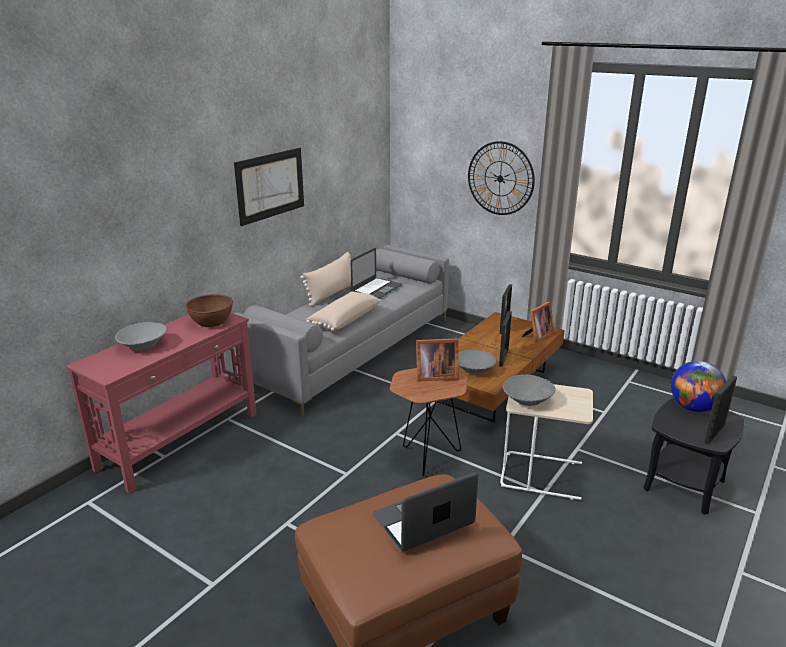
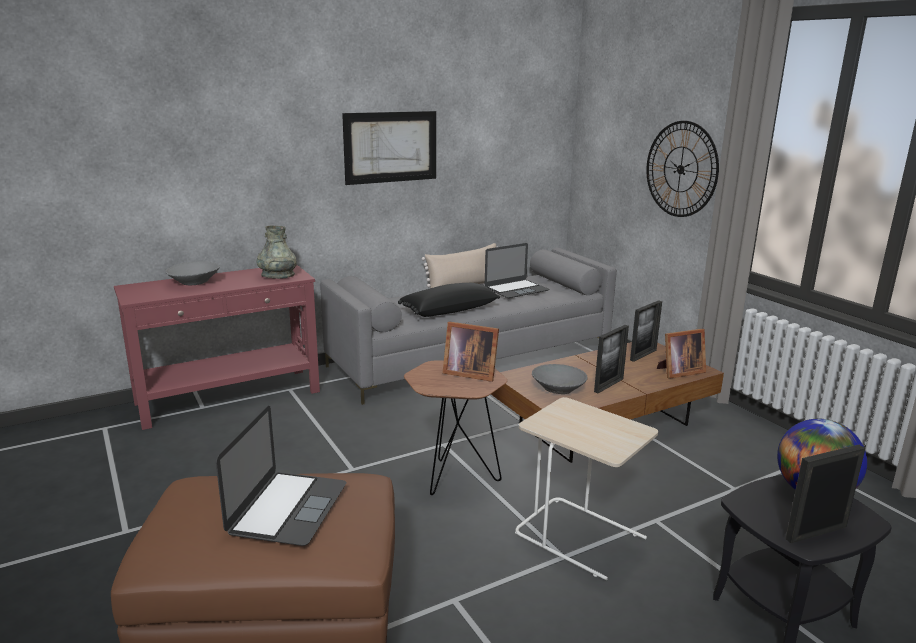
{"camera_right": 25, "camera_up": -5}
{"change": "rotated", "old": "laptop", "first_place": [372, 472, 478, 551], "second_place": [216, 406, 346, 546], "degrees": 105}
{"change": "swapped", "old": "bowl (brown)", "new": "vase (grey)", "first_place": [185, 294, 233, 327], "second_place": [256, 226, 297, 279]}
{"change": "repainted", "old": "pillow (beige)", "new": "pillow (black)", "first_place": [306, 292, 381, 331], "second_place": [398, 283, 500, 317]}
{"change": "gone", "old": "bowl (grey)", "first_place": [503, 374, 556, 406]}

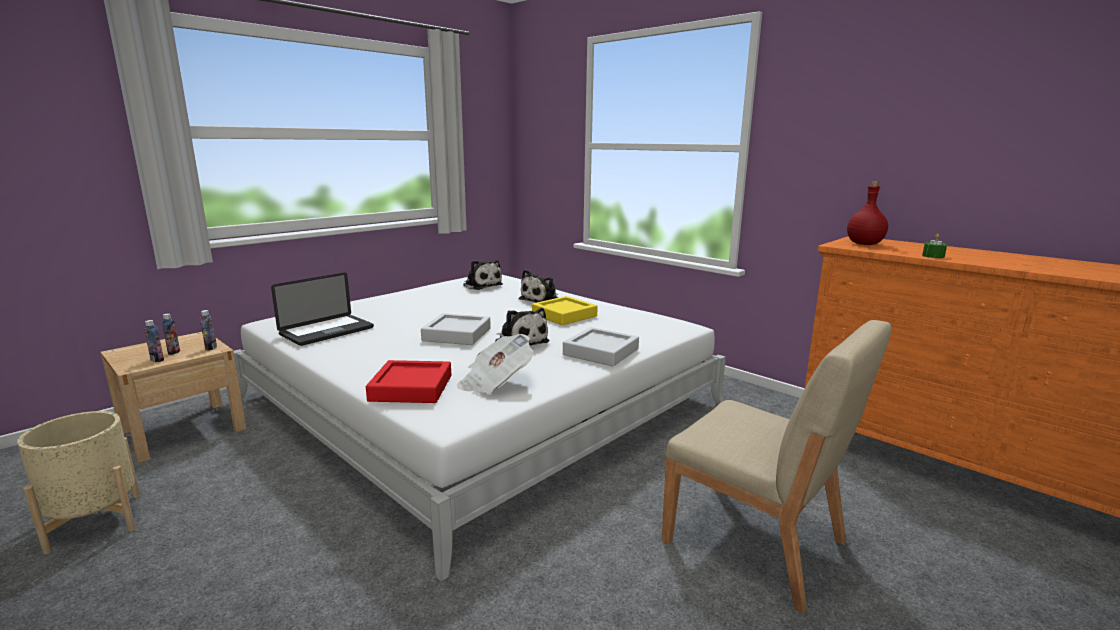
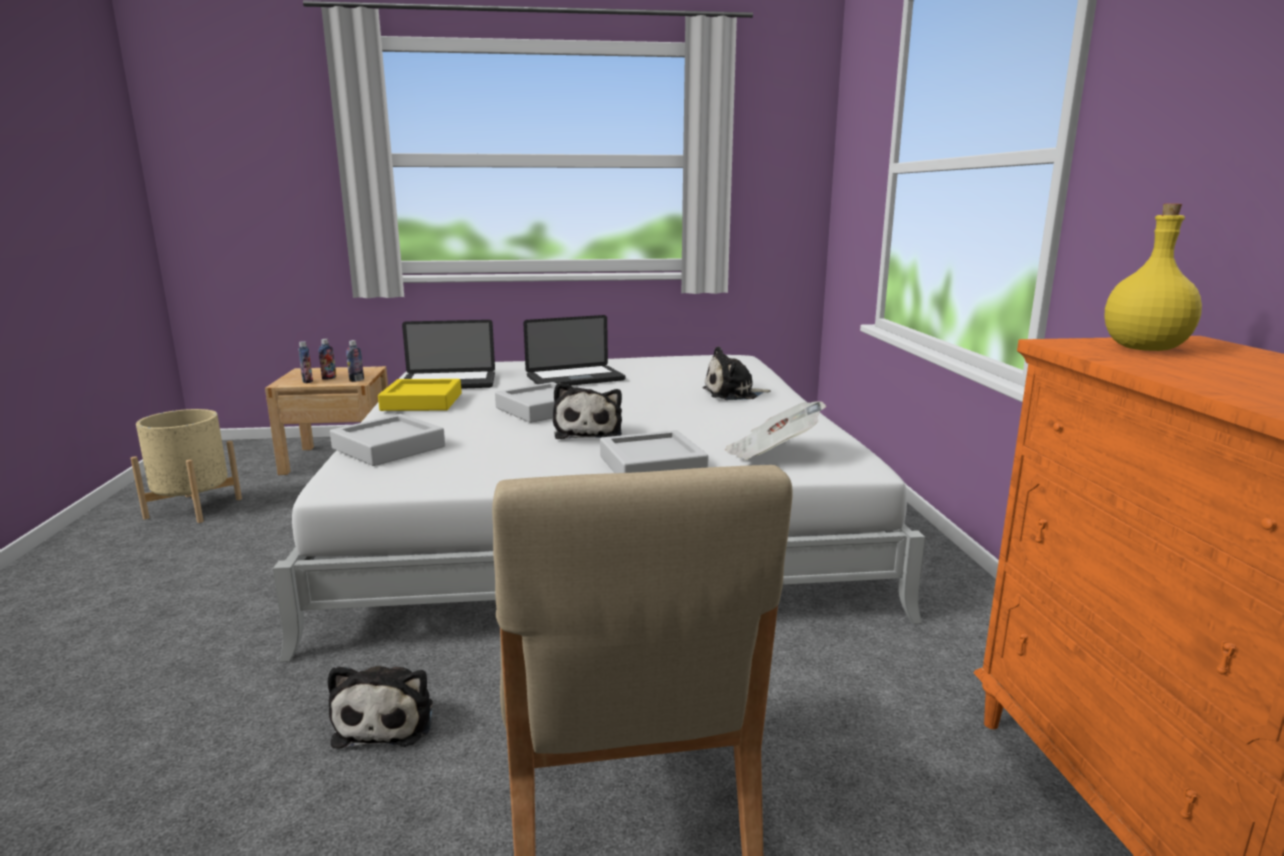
{"camera_right": 40, "camera_up": 0}
{"change": "shifted", "old": "plush toy", "first_place": [463, 260, 503, 290], "second_place": [327, 666, 433, 748]}
{"change": "repainted", "old": "tray (red)", "new": "tray (grey)", "first_place": [366, 360, 451, 403], "second_place": [330, 414, 445, 466]}
{"change": "shifted", "old": "tray (yellow)", "first_place": [532, 296, 598, 325], "second_place": [378, 379, 462, 411]}
{"change": "new", "new": "laptop", "second_place": [523, 315, 625, 385]}
{"change": "shifted", "old": "newspaper", "first_place": [457, 334, 534, 394], "second_place": [725, 401, 826, 460]}
{"change": "repainted", "old": "bottle (red)", "new": "bottle (yellow)", "first_place": [847, 181, 888, 245], "second_place": [1104, 204, 1202, 351]}
{"change": "gone", "old": "candle (green)", "first_place": [922, 234, 947, 258]}

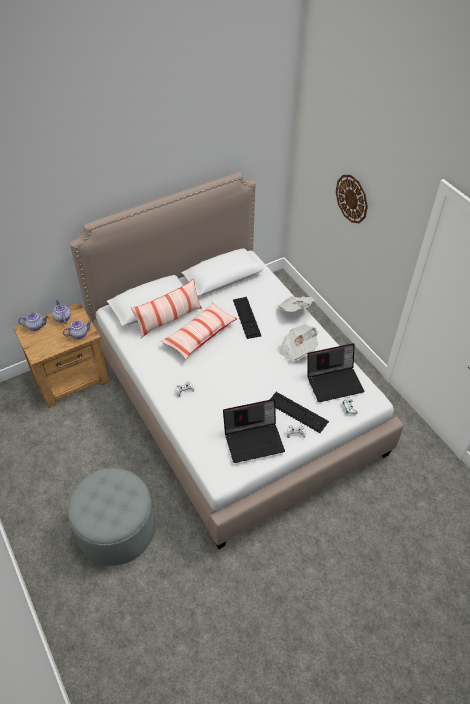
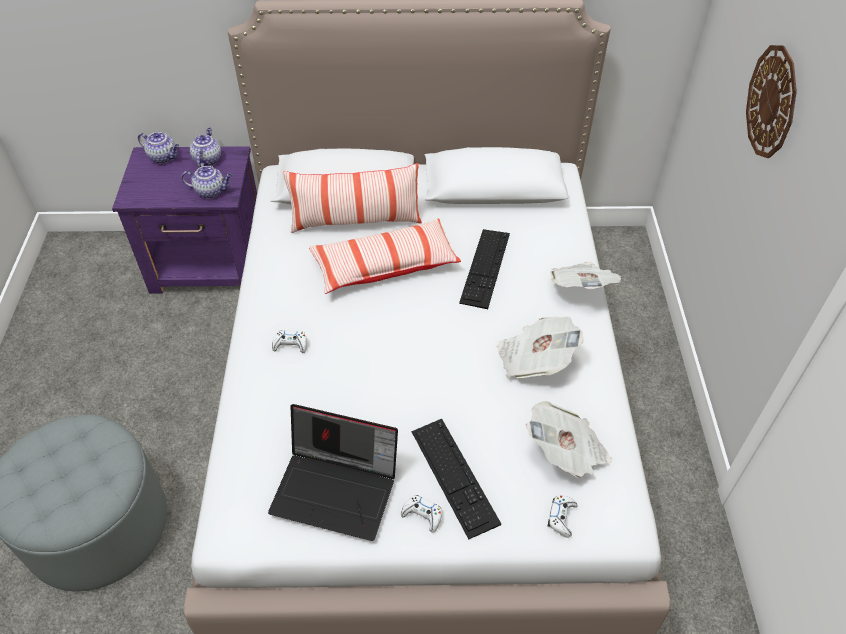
{"camera_right": 30, "camera_up": 0}
{"change": "repainted", "old": "nightstand (brown)", "new": "nightstand (purple)", "first_place": [13, 302, 109, 408], "second_place": [112, 146, 257, 294]}
{"change": "swapped", "old": "laptop", "new": "newspaper", "first_place": [308, 343, 365, 402], "second_place": [526, 401, 612, 478]}

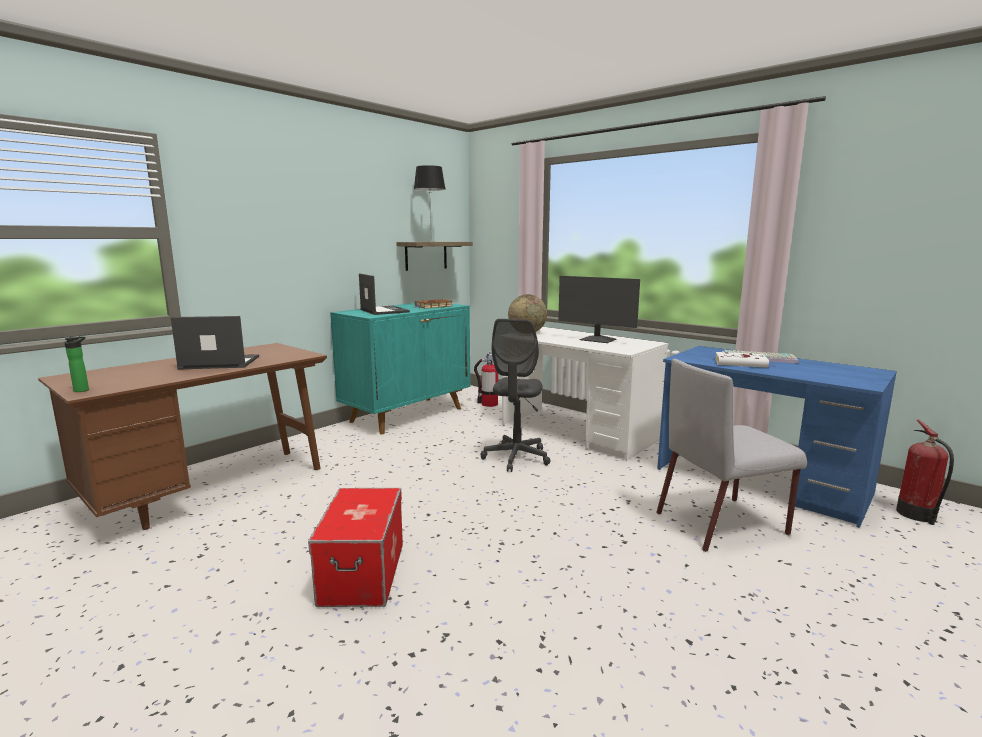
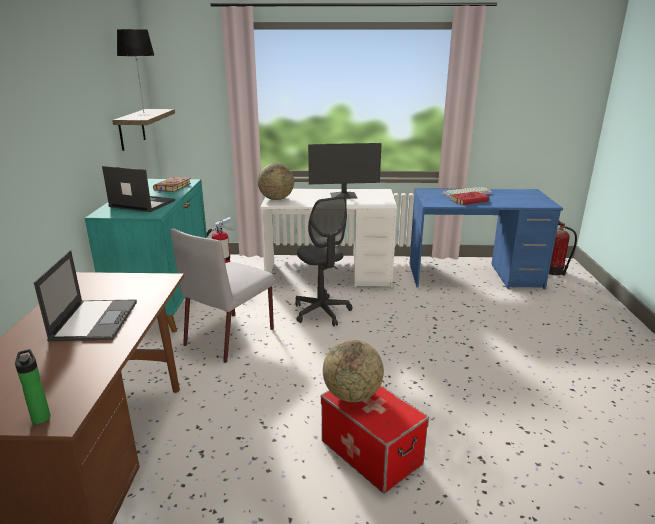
{"camera_right": -40, "camera_up": 10}
{"change": "rotated", "old": "laptop", "first_place": [171, 316, 259, 370], "second_place": [34, 250, 137, 341], "degrees": 135}
{"change": "shifted", "old": "chair (grey)", "first_place": [656, 359, 807, 552], "second_place": [171, 228, 275, 363]}
{"change": "new", "new": "globe", "second_place": [323, 340, 384, 402]}
{"change": "repainted", "old": "book (white)", "new": "book (red)", "first_place": [715, 352, 773, 368], "second_place": [450, 191, 489, 205]}

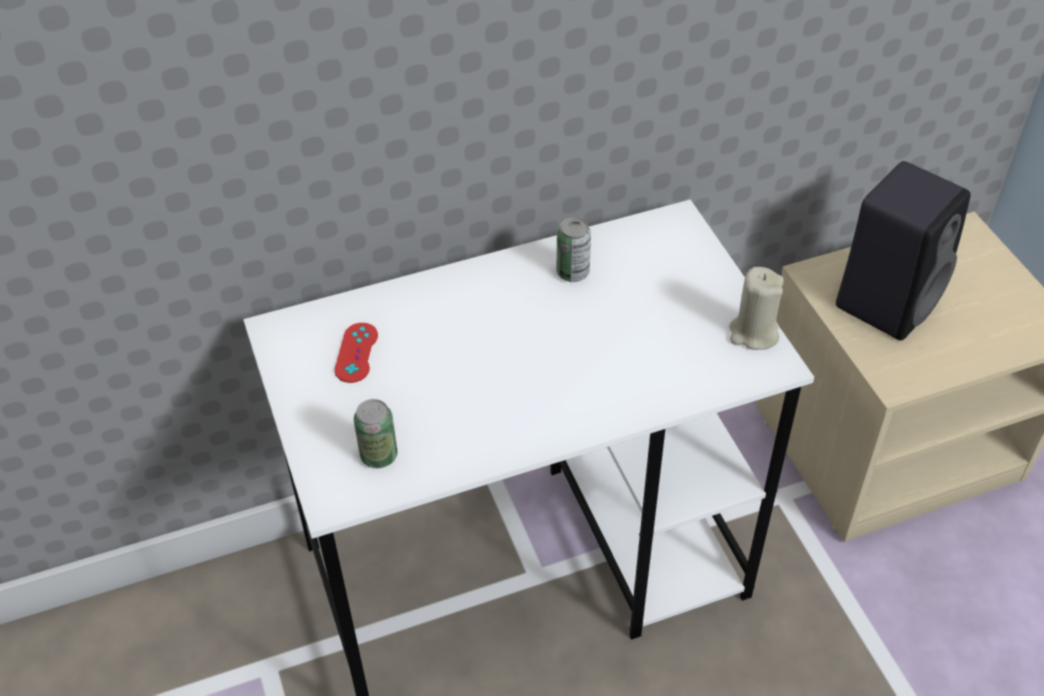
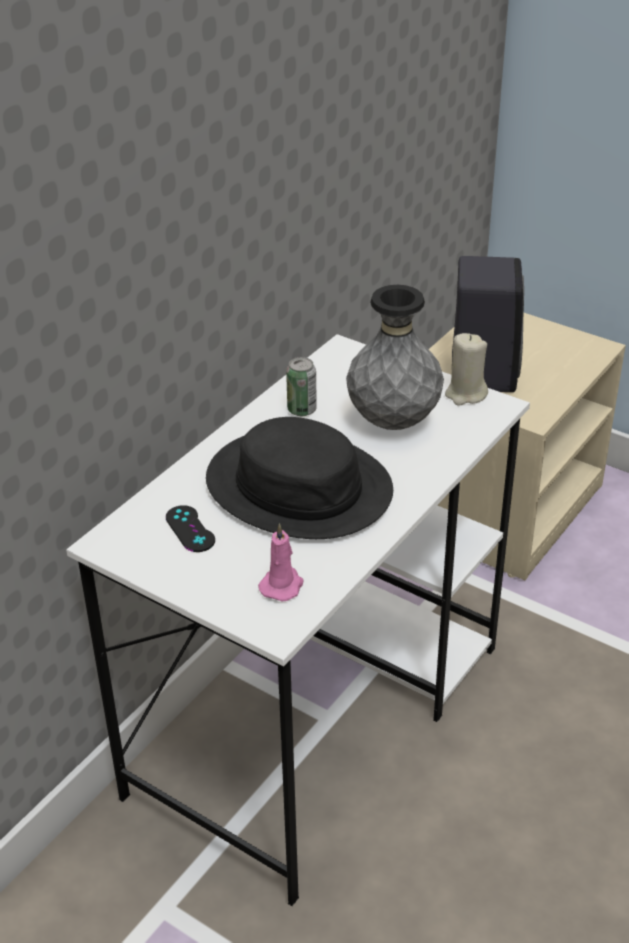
{"camera_right": -35, "camera_up": -10}
{"change": "repainted", "old": "game controller (red)", "new": "game controller (black)", "first_place": [334, 323, 378, 383], "second_place": [166, 505, 215, 552]}
{"change": "new", "new": "hat (black)", "second_place": [206, 417, 393, 539]}
{"change": "swapped", "old": "can", "new": "candle (pink)", "first_place": [354, 399, 397, 468], "second_place": [258, 523, 304, 601]}
{"change": "new", "new": "vase (grey)", "second_place": [346, 285, 444, 430]}

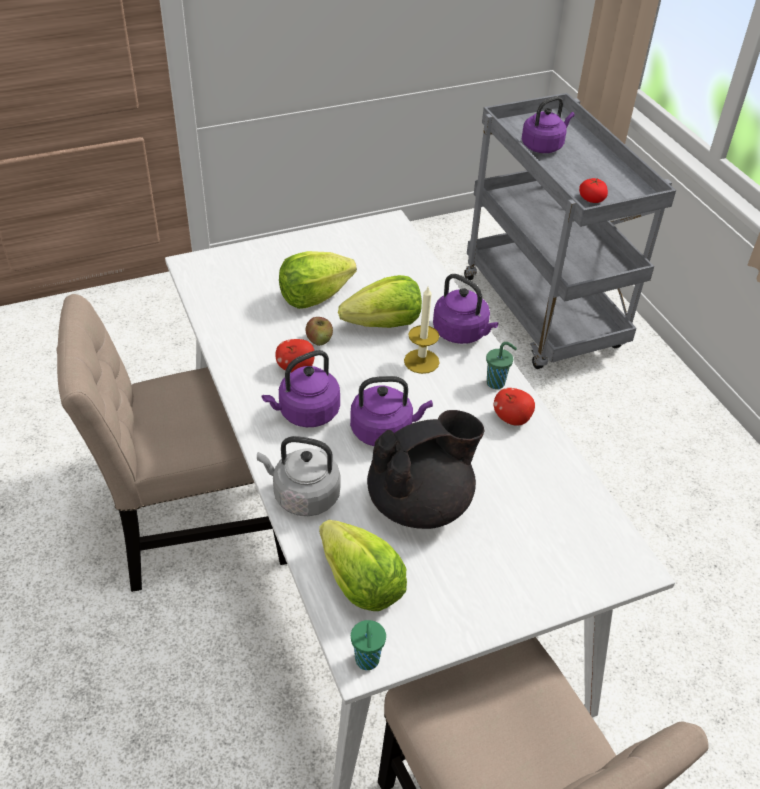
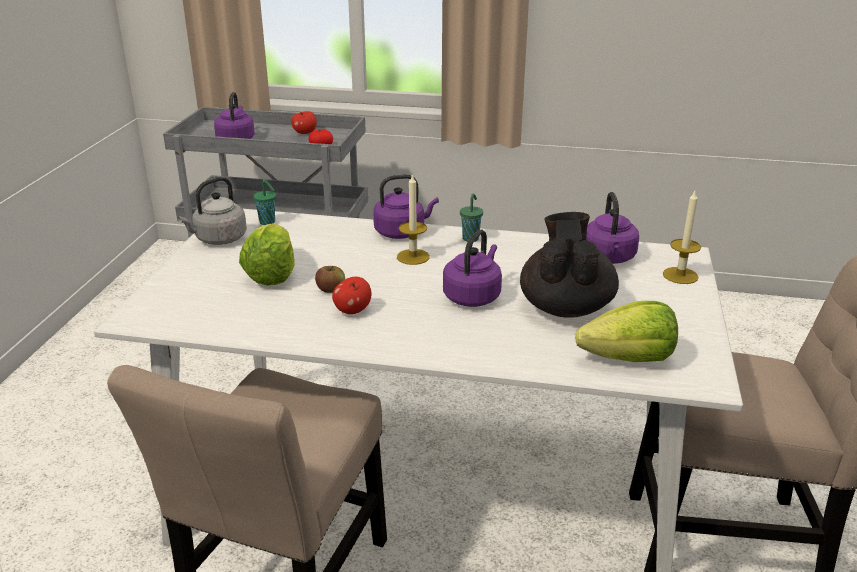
{"camera_right": -55, "camera_up": -15}
{"change": "shifted", "old": "kettle (grey)", "first_place": [257, 436, 340, 516], "second_place": [178, 177, 247, 245]}
{"change": "shifted", "old": "cup (green)", "first_place": [351, 620, 386, 670], "second_place": [253, 180, 276, 225]}
{"change": "shifted", "old": "apple", "first_place": [494, 388, 535, 426], "second_place": [291, 111, 317, 134]}
{"change": "shifted", "old": "kettle (purple)", "first_place": [262, 350, 340, 427], "second_place": [586, 192, 639, 264]}
{"change": "new", "new": "candle", "second_place": [663, 191, 701, 284]}
{"change": "gone", "old": "lettuce", "first_place": [338, 275, 422, 328]}

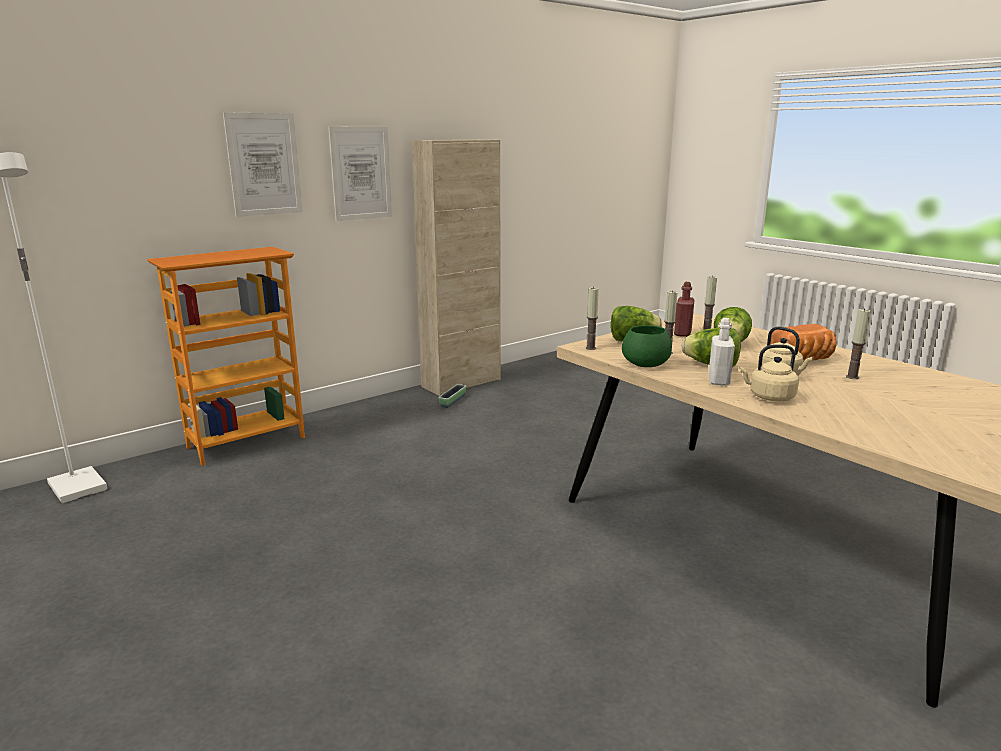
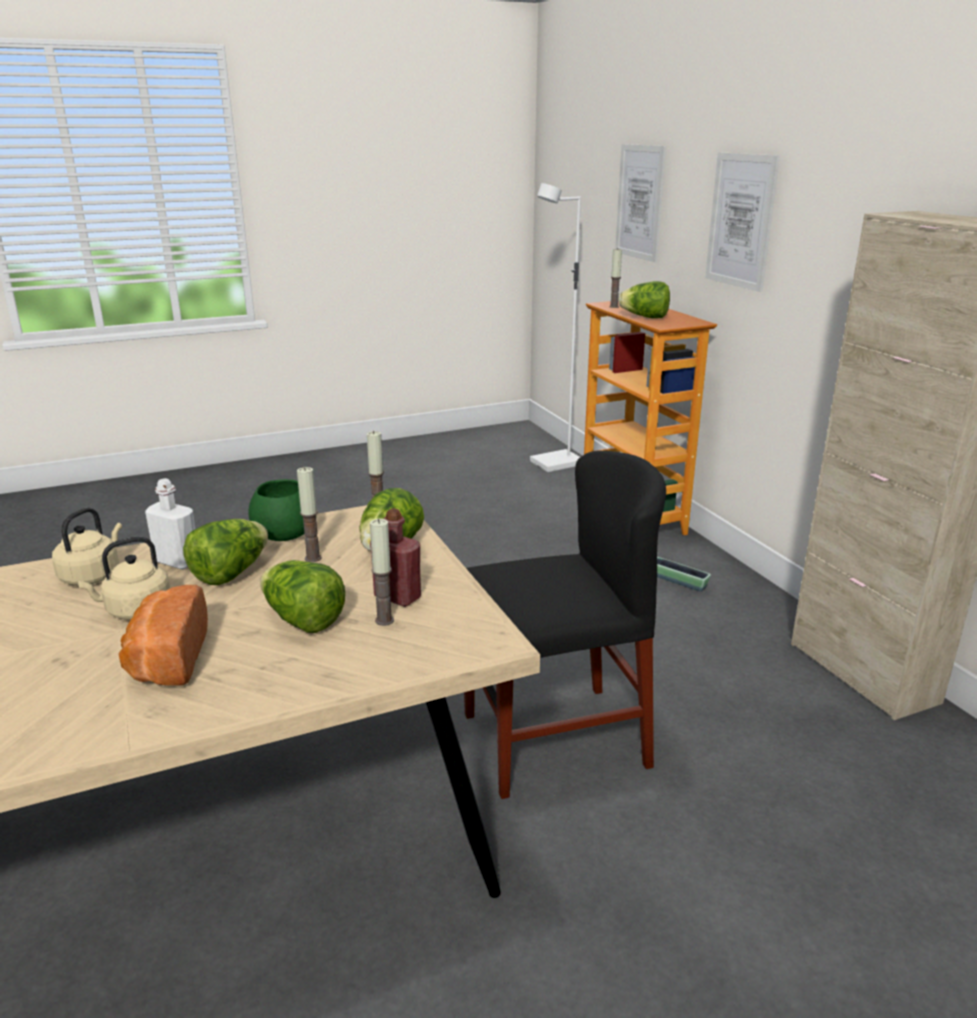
{"camera_right": 105, "camera_up": 5}
{"change": "new", "new": "chair (black)", "second_place": [464, 450, 666, 799]}
{"change": "shifted", "old": "candle", "first_place": [846, 308, 871, 379], "second_place": [609, 248, 622, 308]}
{"change": "shifted", "old": "picture", "first_place": [328, 127, 392, 221], "second_place": [615, 144, 666, 262]}
{"change": "new", "new": "lettuce", "second_place": [618, 281, 670, 318]}
{"change": "shifted", "old": "planter", "first_place": [439, 384, 467, 408], "second_place": [657, 557, 711, 592]}

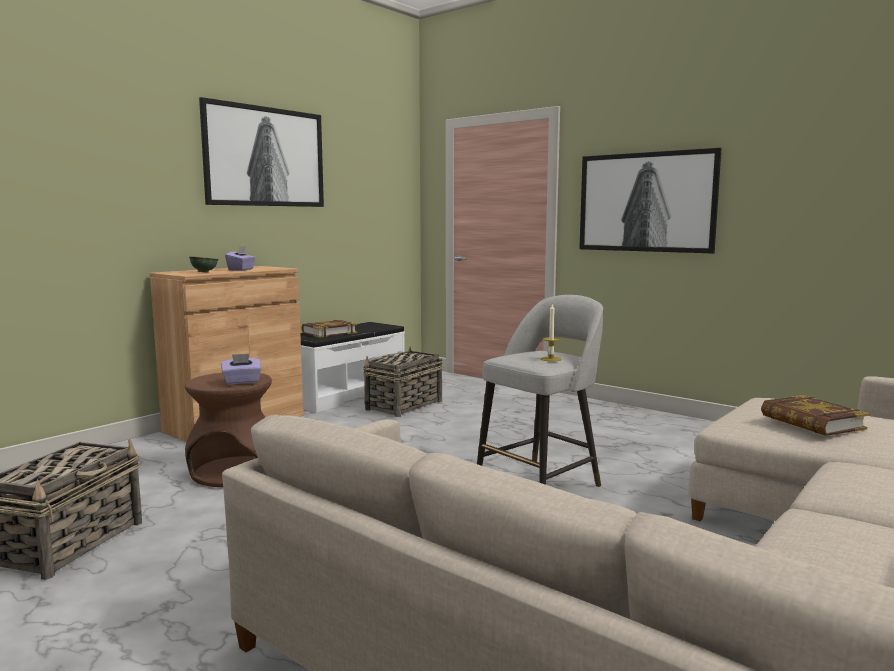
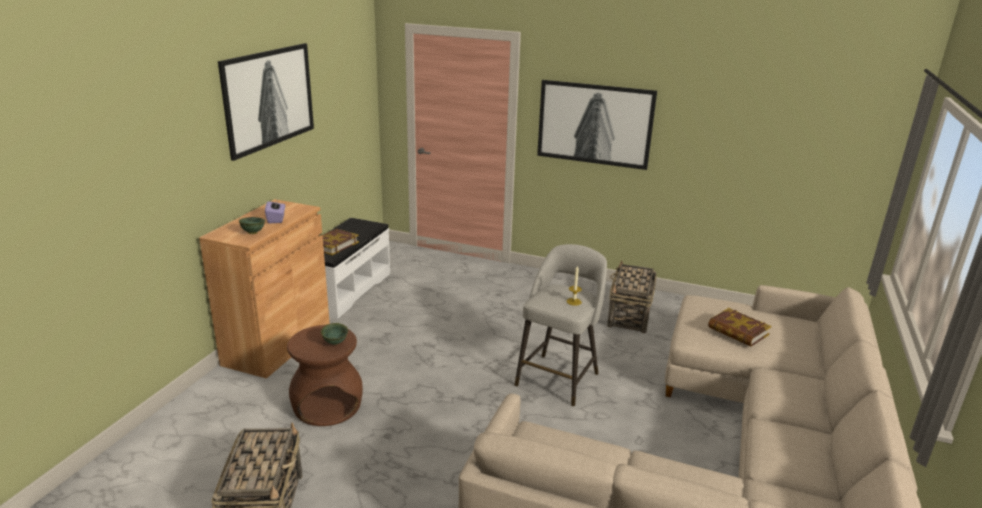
{"camera_right": -20, "camera_up": 15}
{"change": "swapped", "old": "tissue box (purple)", "new": "bowl (green)", "first_place": [221, 354, 261, 385], "second_place": [321, 323, 348, 345]}
{"change": "shifted", "old": "basket", "first_place": [363, 347, 443, 417], "second_place": [607, 260, 657, 333]}

